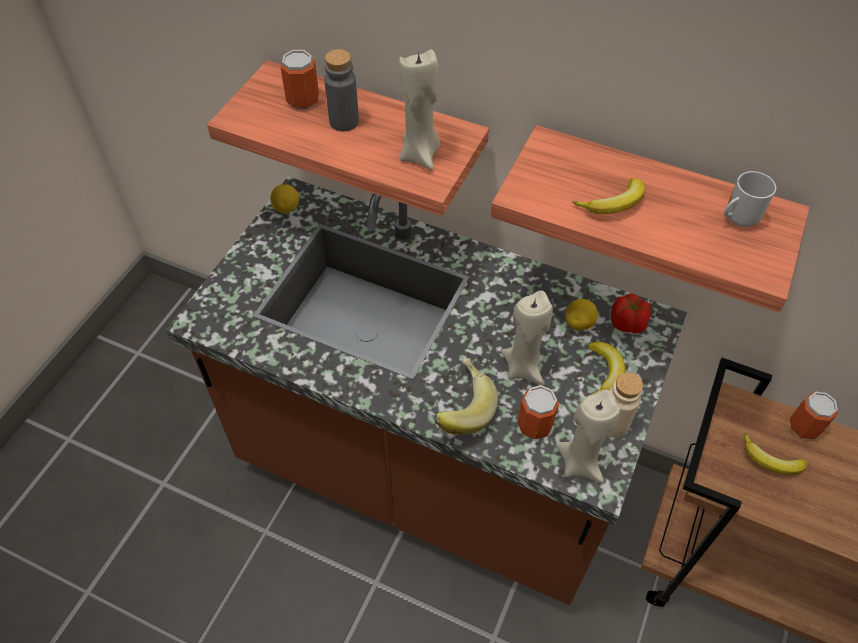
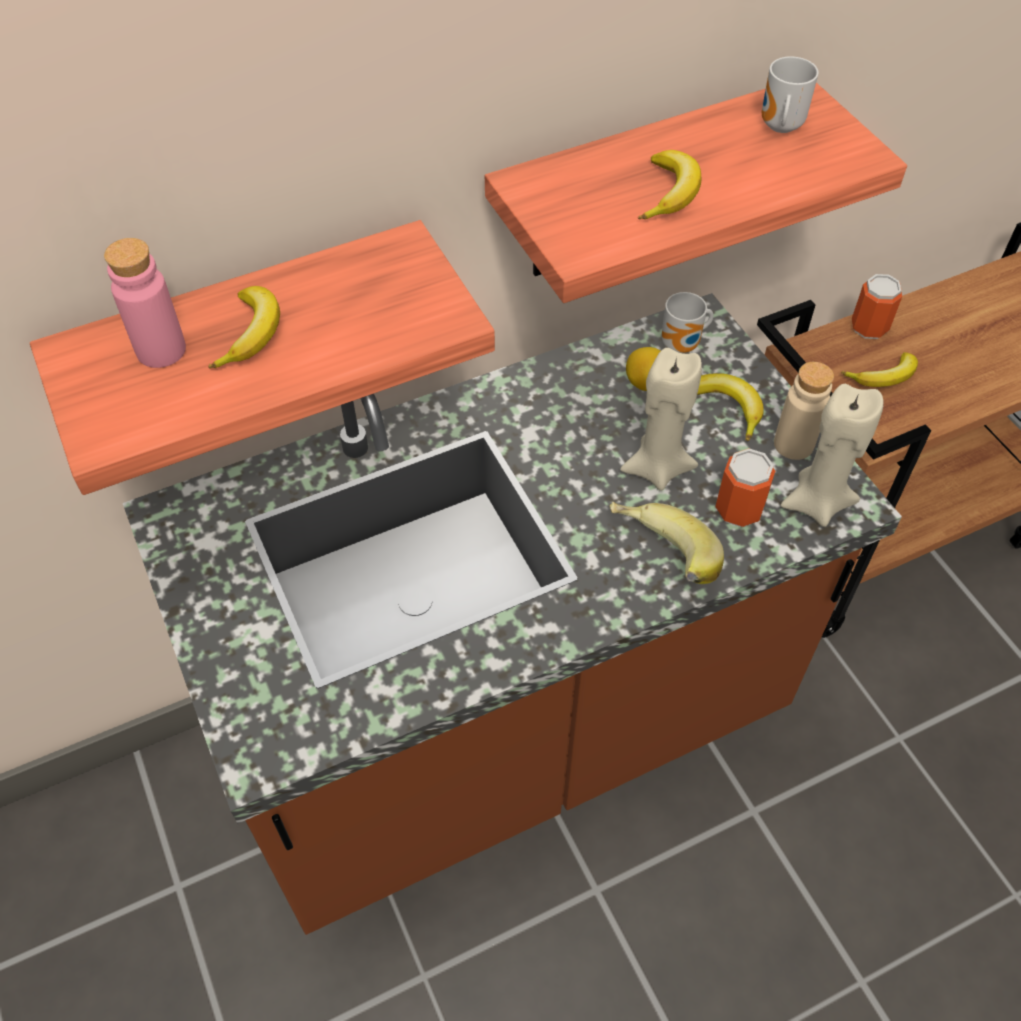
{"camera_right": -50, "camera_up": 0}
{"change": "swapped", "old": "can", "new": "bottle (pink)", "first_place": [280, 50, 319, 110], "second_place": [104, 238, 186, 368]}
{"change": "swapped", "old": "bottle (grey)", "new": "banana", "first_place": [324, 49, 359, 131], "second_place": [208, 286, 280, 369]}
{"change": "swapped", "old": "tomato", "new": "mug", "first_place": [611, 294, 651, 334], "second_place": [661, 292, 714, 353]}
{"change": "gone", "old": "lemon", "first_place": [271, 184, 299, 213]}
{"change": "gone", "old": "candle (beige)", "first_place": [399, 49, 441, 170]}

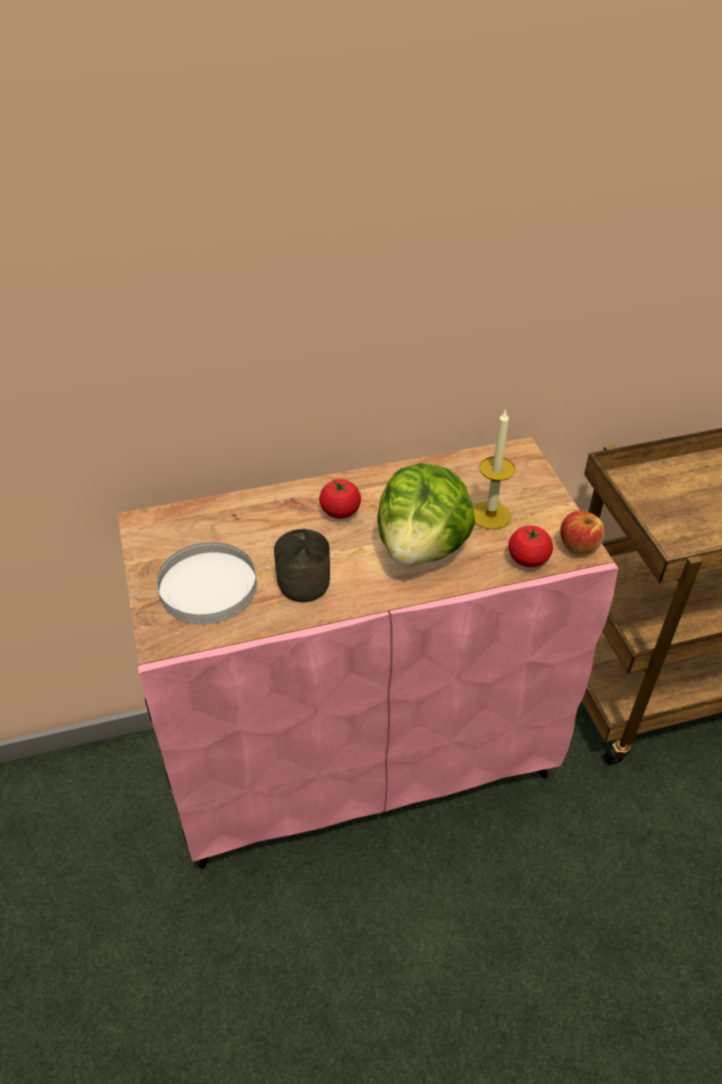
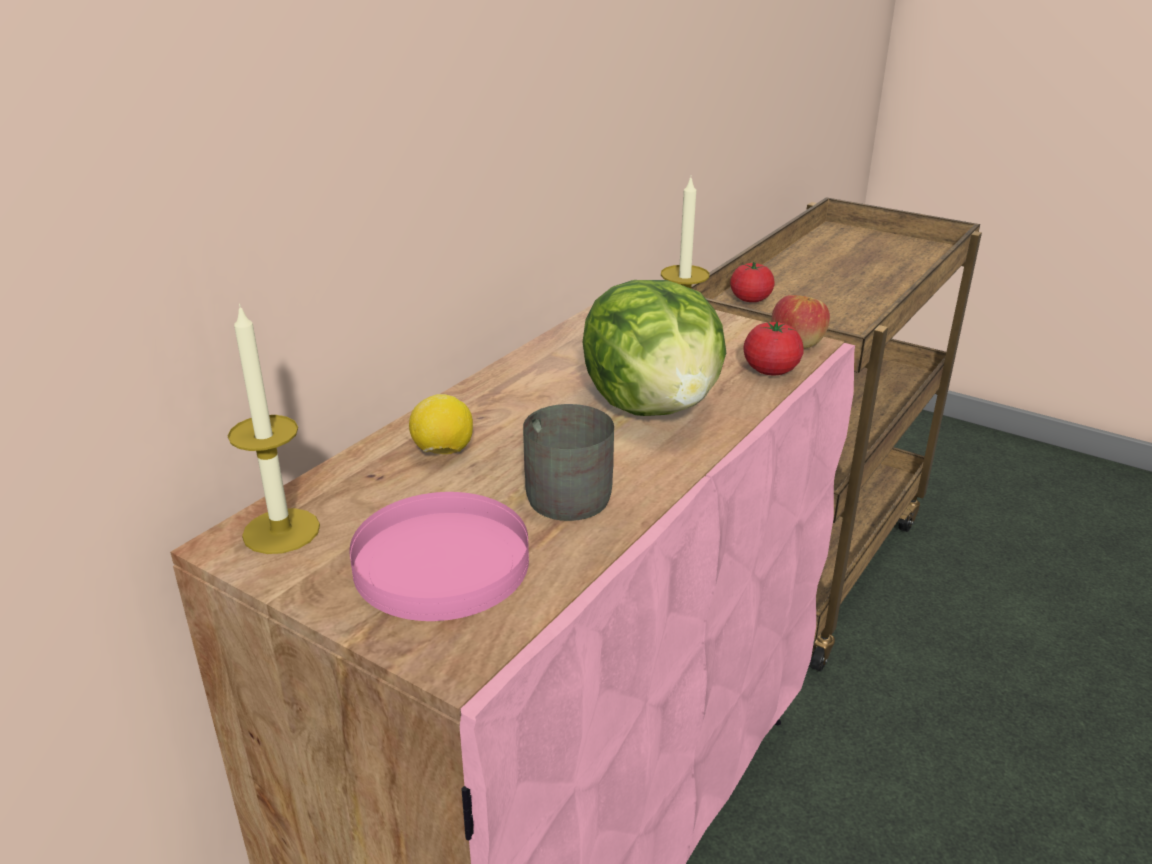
{"camera_right": -40, "camera_up": -15}
{"change": "new", "new": "candle", "second_place": [228, 304, 320, 554]}
{"change": "repainted", "old": "plate (white)", "new": "plate (pink)", "first_place": [157, 542, 257, 625], "second_place": [349, 492, 529, 621]}
{"change": "new", "new": "lemon", "second_place": [409, 394, 473, 454]}
{"change": "shifted", "old": "tomato", "first_place": [319, 479, 361, 519], "second_place": [730, 262, 775, 302]}

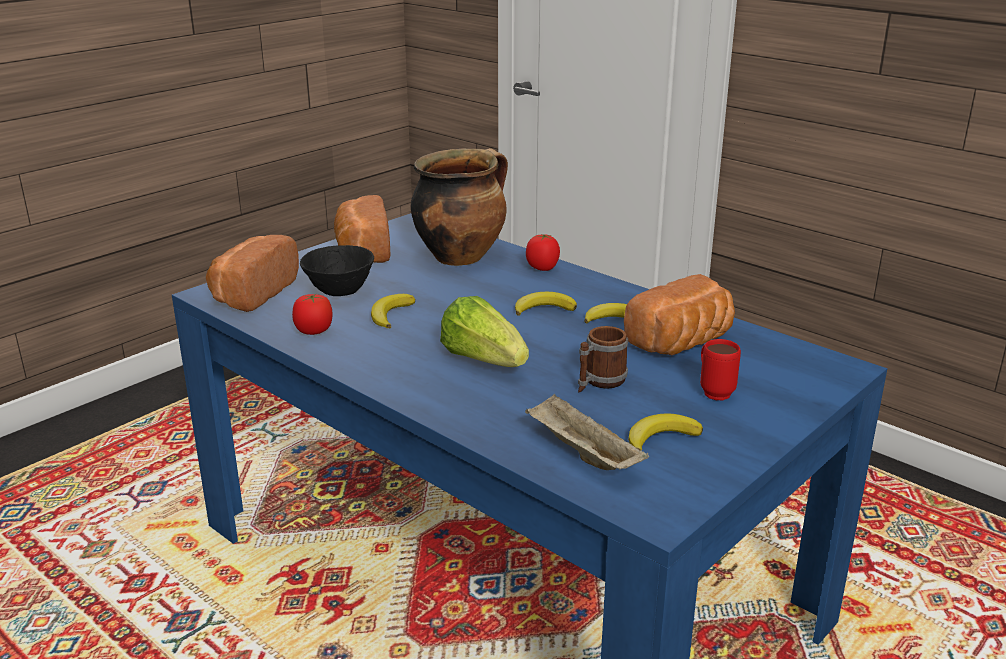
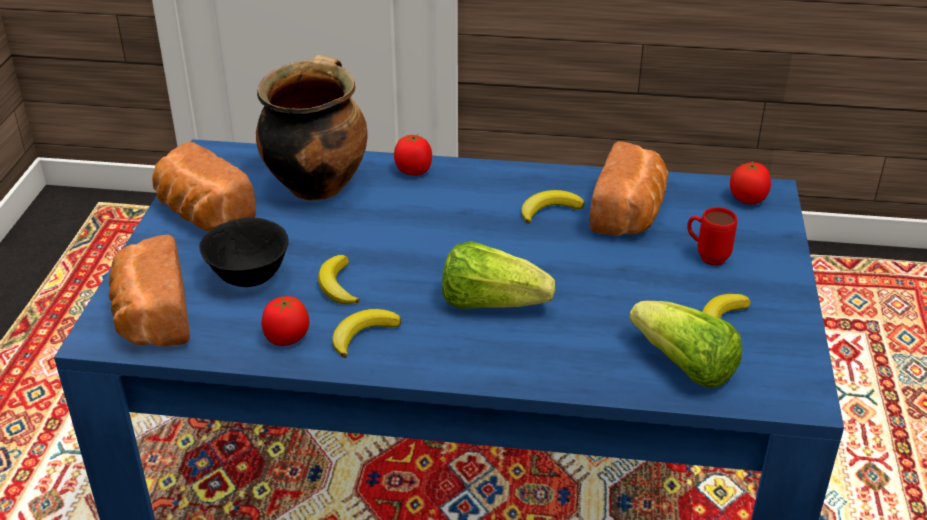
{"camera_right": -35, "camera_up": 10}
{"change": "shifted", "old": "banana", "first_place": [515, 292, 577, 316], "second_place": [333, 309, 401, 358]}
{"change": "swapped", "old": "tray (beige)", "new": "lettuce", "first_place": [525, 393, 649, 470], "second_place": [629, 300, 742, 388]}
{"change": "new", "new": "tomato", "second_place": [730, 161, 771, 204]}
{"change": "gone", "old": "mug", "first_place": [578, 326, 628, 392]}

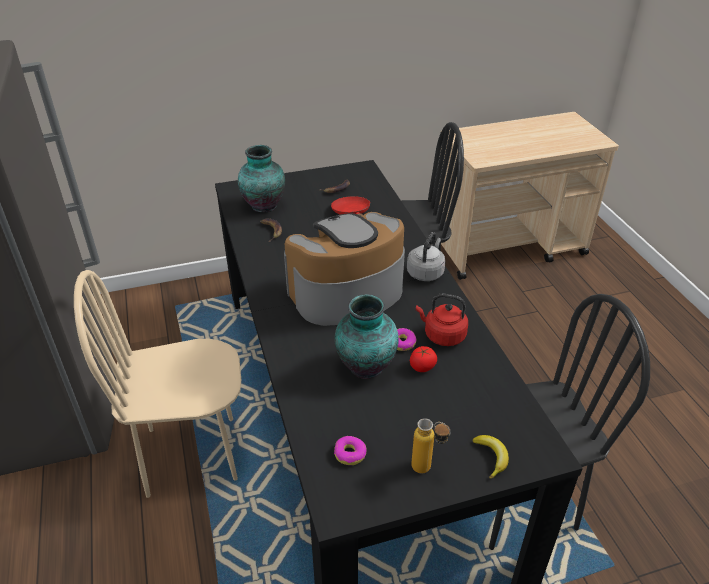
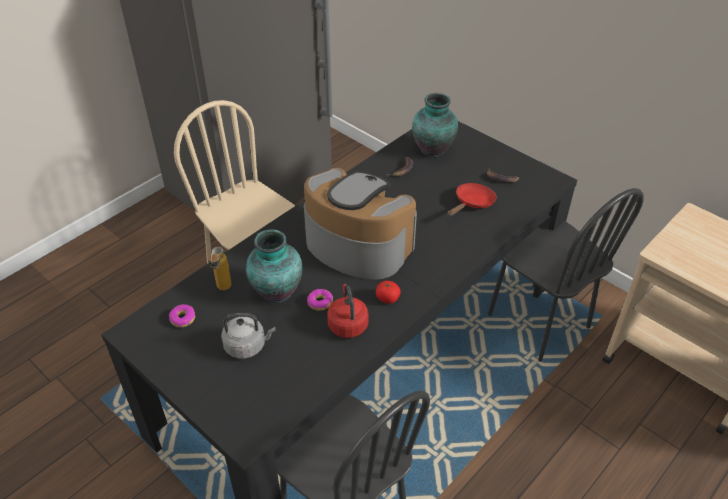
{"camera_right": 60, "camera_up": 5}
{"change": "shifted", "old": "bottle", "first_place": [411, 418, 451, 473], "second_place": [208, 247, 232, 290]}
{"change": "shifted", "old": "kettle (grey)", "first_place": [407, 232, 445, 281], "second_place": [221, 313, 276, 359]}
{"change": "shifted", "old": "tomato", "first_place": [410, 346, 437, 372], "second_place": [376, 281, 401, 304]}
{"change": "gone", "old": "banana", "first_place": [473, 435, 509, 479]}

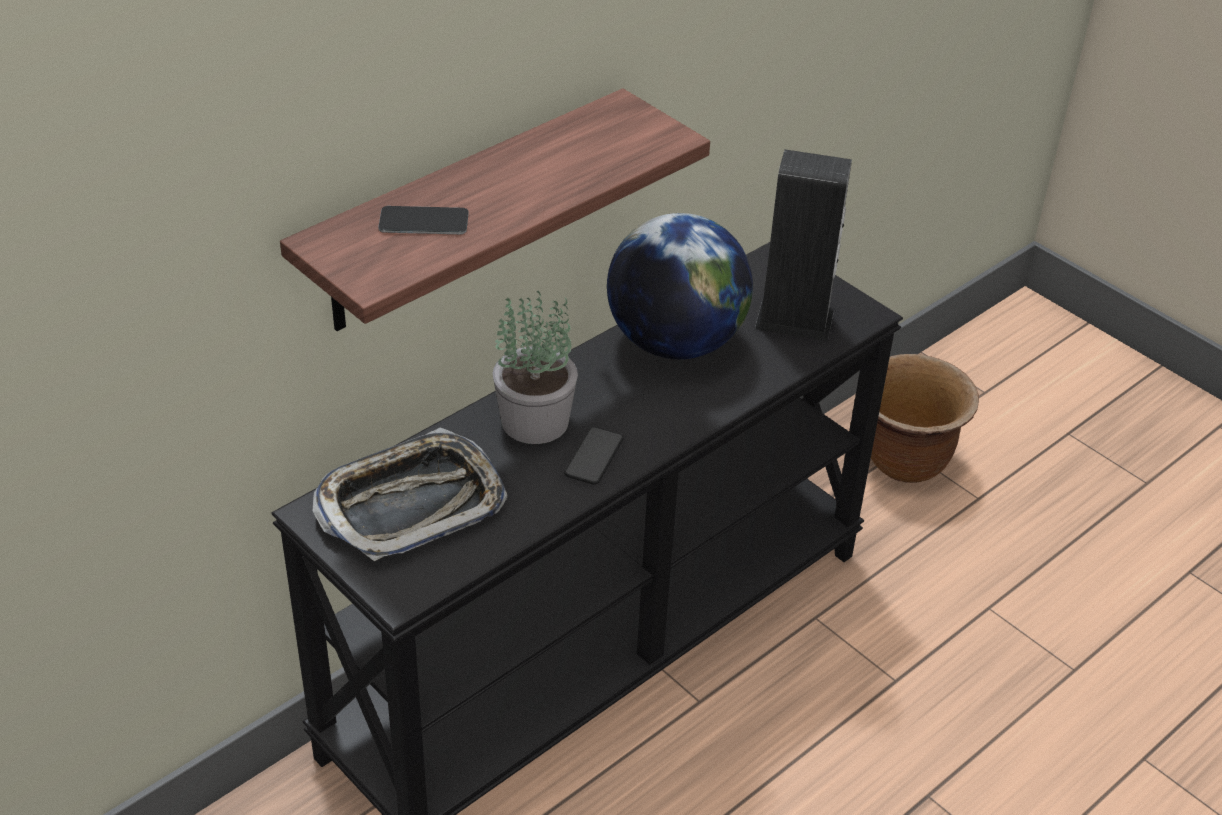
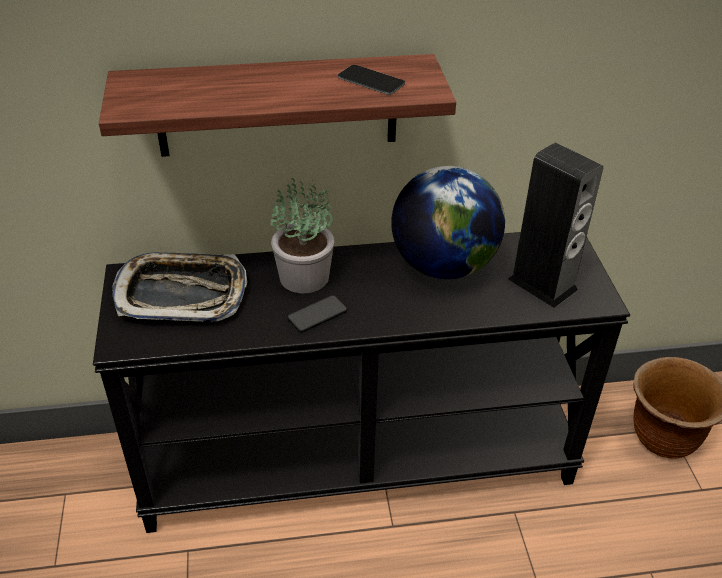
{"camera_right": 35, "camera_up": 0}
{"change": "shifted", "old": "phone", "first_place": [378, 206, 469, 234], "second_place": [338, 65, 405, 95]}

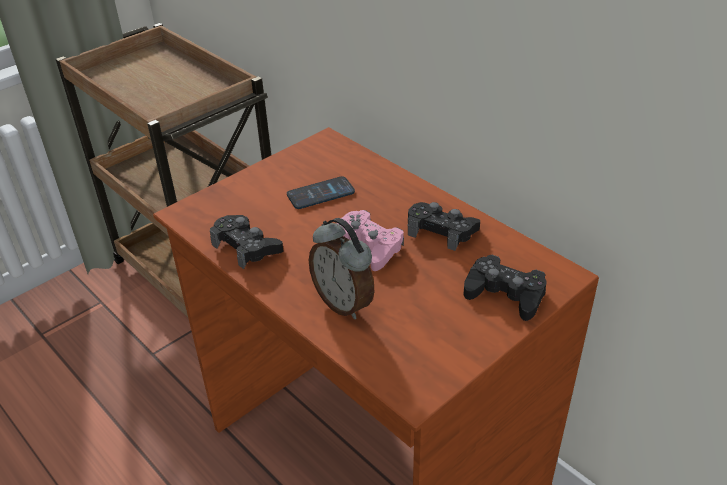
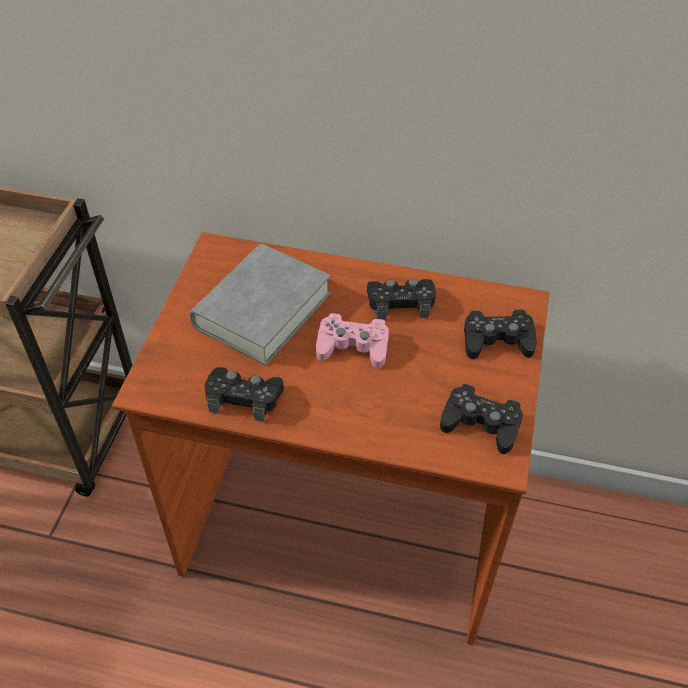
{"camera_right": -35, "camera_up": 10}
{"change": "swapped", "old": "phone", "new": "book (grey)", "first_place": [287, 176, 355, 209], "second_place": [189, 244, 331, 366]}
{"change": "new", "new": "game controller (black)", "second_place": [440, 384, 523, 454]}
{"change": "gone", "old": "alarm clock", "first_place": [309, 218, 374, 320]}

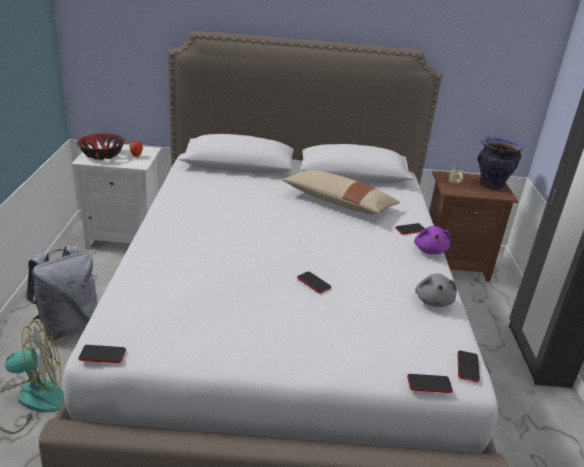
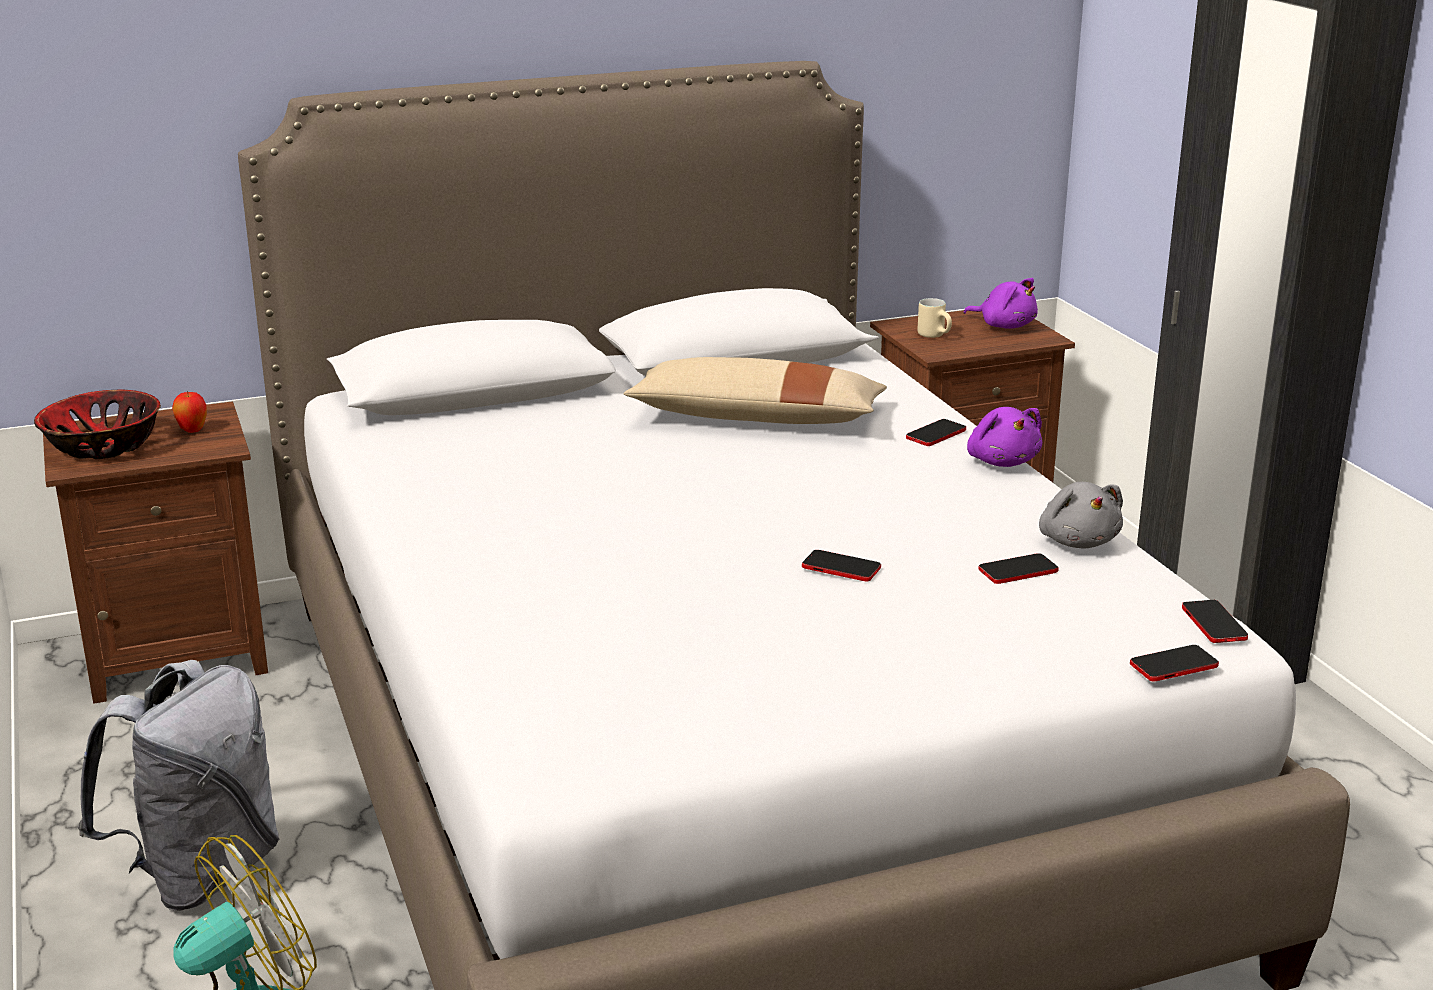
{"camera_right": -20, "camera_up": -5}
{"change": "repainted", "old": "nightstand (white)", "new": "nightstand (brown)", "first_place": [71, 143, 161, 249], "second_place": [43, 401, 268, 704]}
{"change": "swapped", "old": "vase", "new": "plush toy (purple)", "first_place": [477, 136, 524, 190], "second_place": [963, 278, 1038, 329]}
{"change": "shifted", "old": "phone", "first_place": [78, 345, 126, 363], "second_place": [978, 553, 1059, 584]}

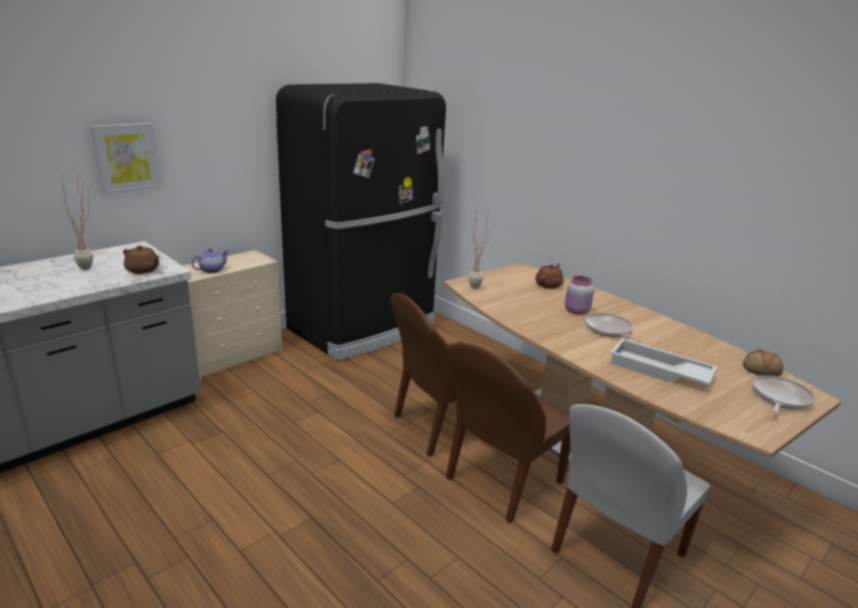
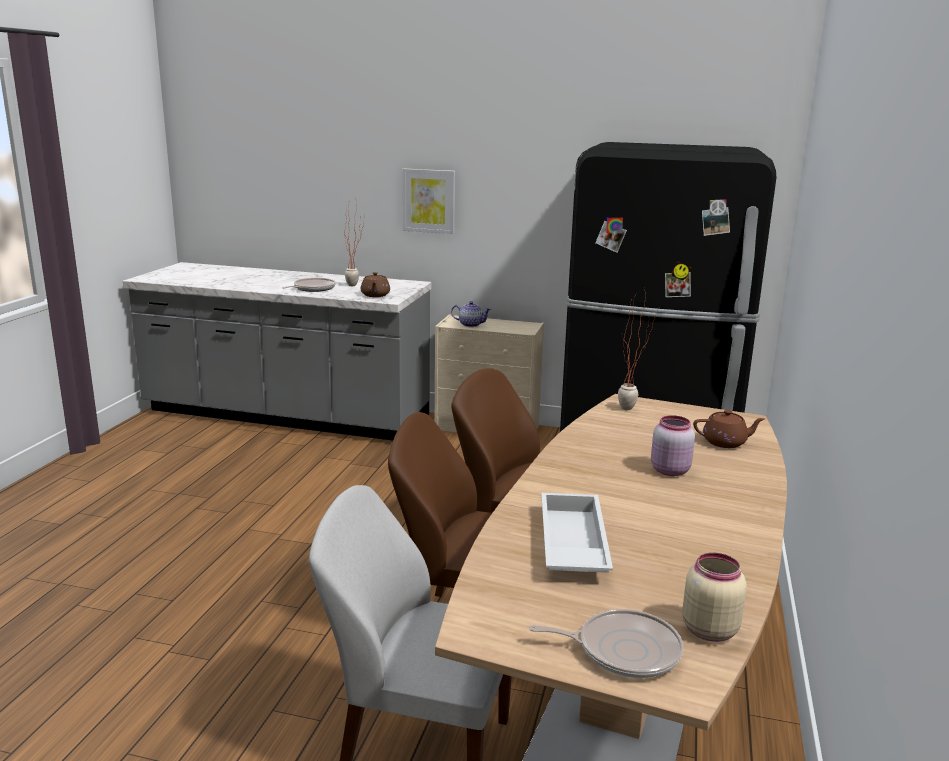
{"camera_right": 60, "camera_up": -5}
{"change": "shifted", "old": "frying pan", "first_place": [585, 313, 642, 343], "second_place": [282, 278, 336, 292]}
{"change": "swapped", "old": "bread", "new": "jar (beige)", "first_place": [743, 349, 784, 376], "second_place": [682, 553, 747, 642]}

